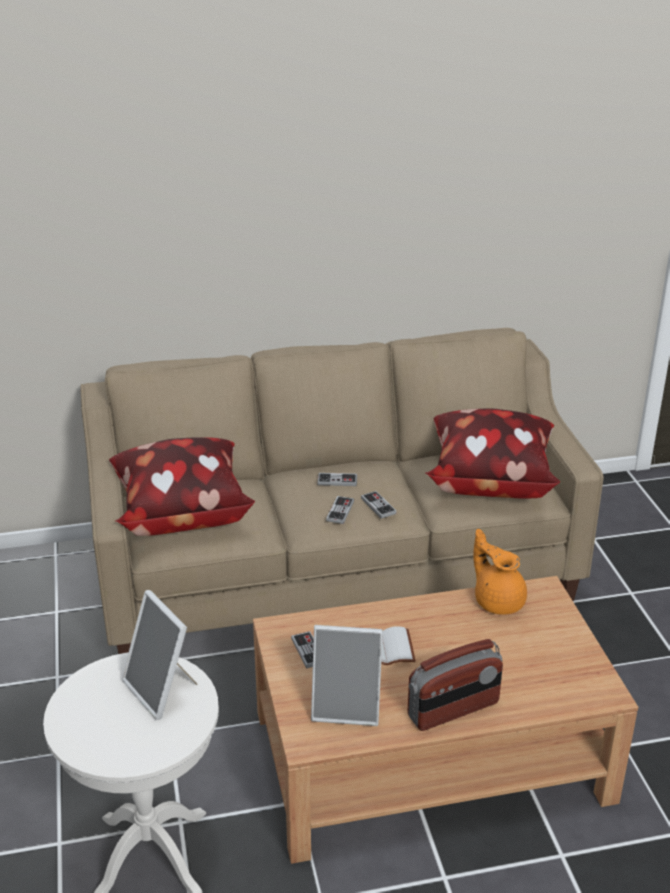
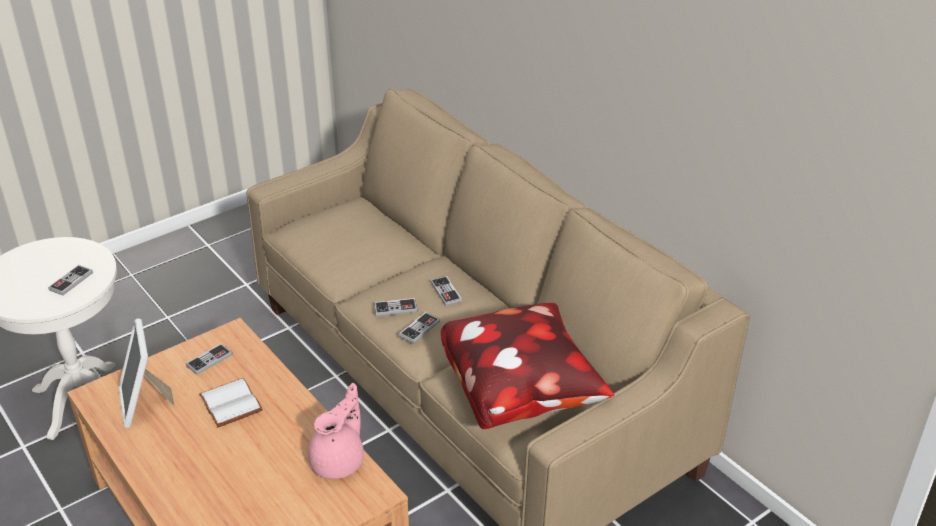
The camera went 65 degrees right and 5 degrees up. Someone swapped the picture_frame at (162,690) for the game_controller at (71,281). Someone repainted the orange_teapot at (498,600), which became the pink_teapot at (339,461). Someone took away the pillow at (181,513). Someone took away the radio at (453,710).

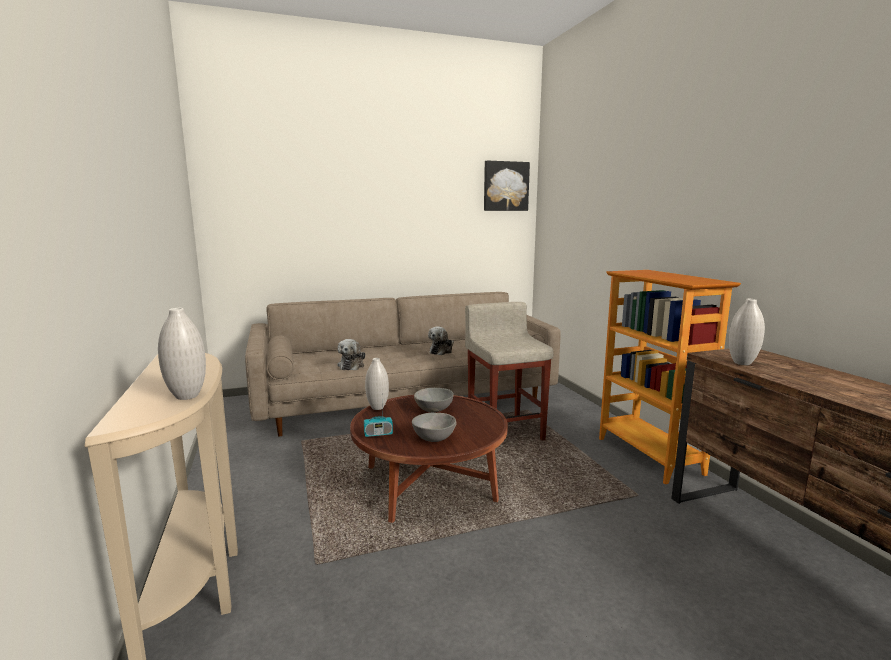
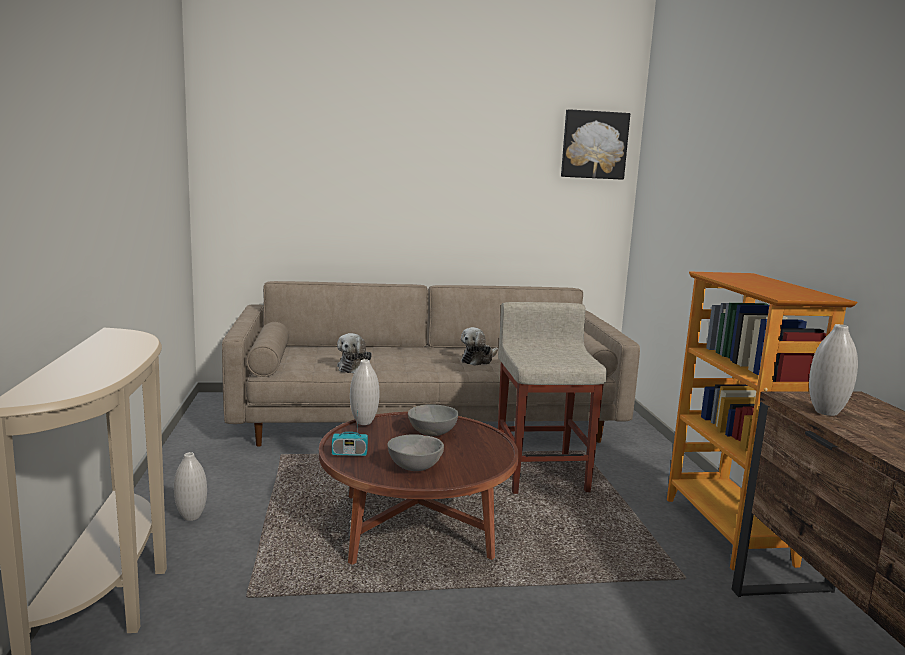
The camera went 10 degrees right and 0 degrees up. Someone carried the white_vase from (187,396) to (191,517).

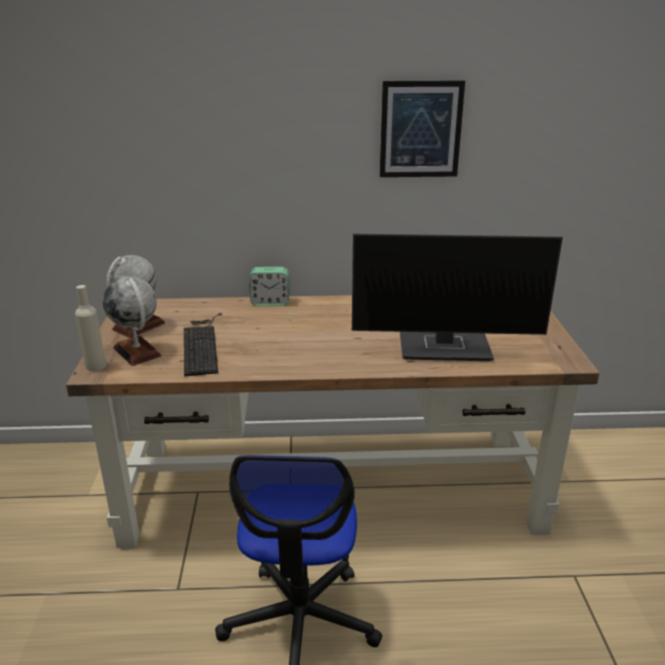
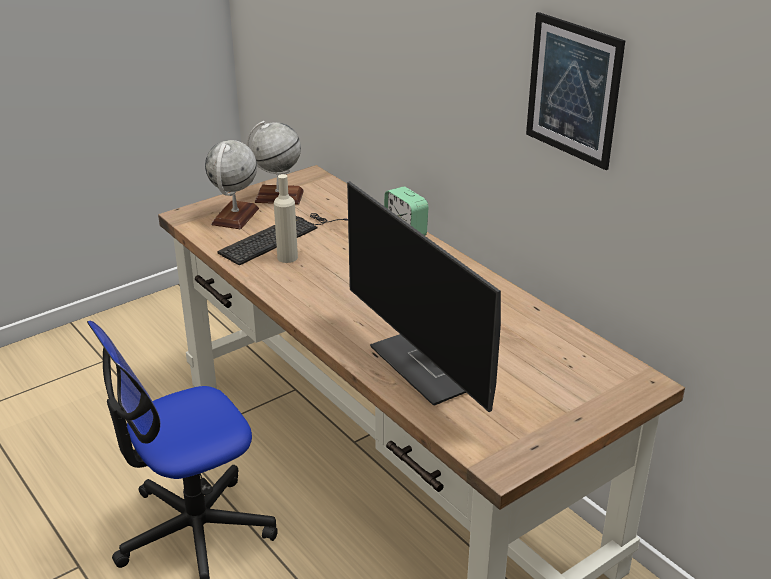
The camera went 55 degrees right and 5 degrees up. Someone carried the beige_bottle from (95,366) to (287,257).

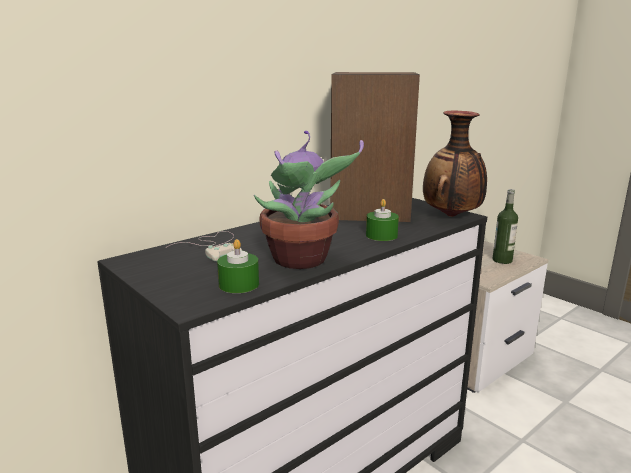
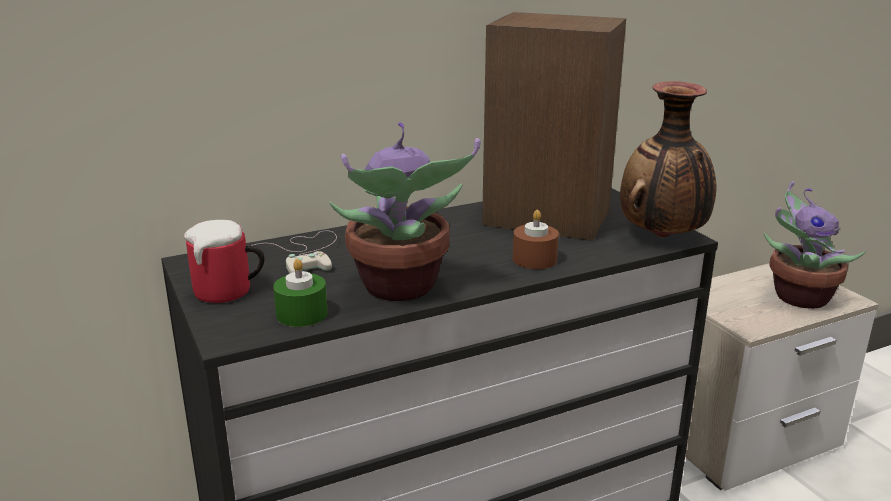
The camera went 15 degrees right and 5 degrees up. Someone put down the mug at (230,293). Someone repainted the green_candle at (381,235), which became the brown_candle at (534,259). Someone swapped the bottle at (502,260) for the potted_plant at (797,297).

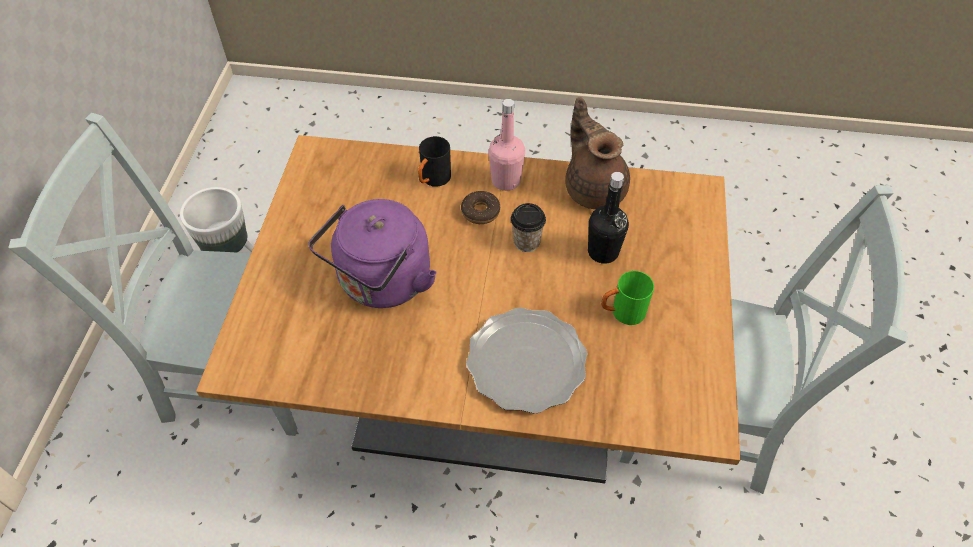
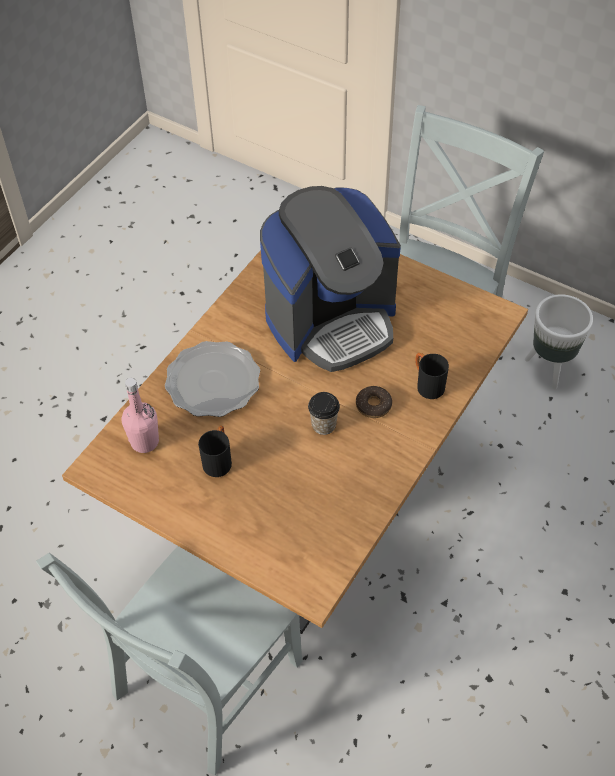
The camera went 115 degrees right and 0 degrees up. Someone carried the pink_bottle from (506,181) to (145,442). Someone repainted the green_mug at (622,313), which became the black_mug at (218,460). Someone swapped the purple_kettle at (382,283) for the coffee_machine at (331,320). Someone took away the brown_teapot at (594,188). Someone took away the black_bottle at (603,252).

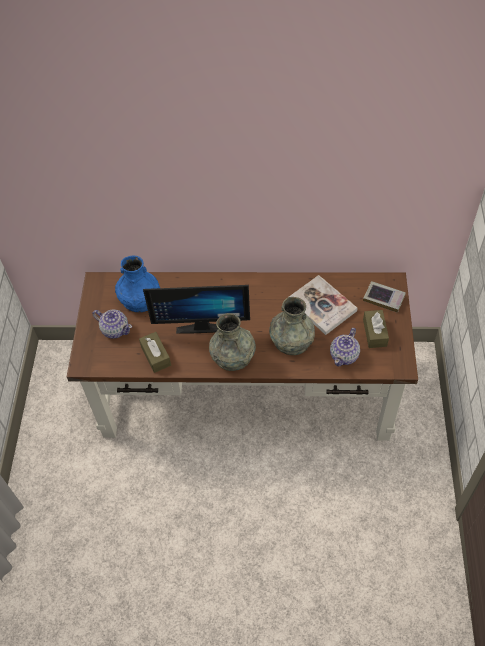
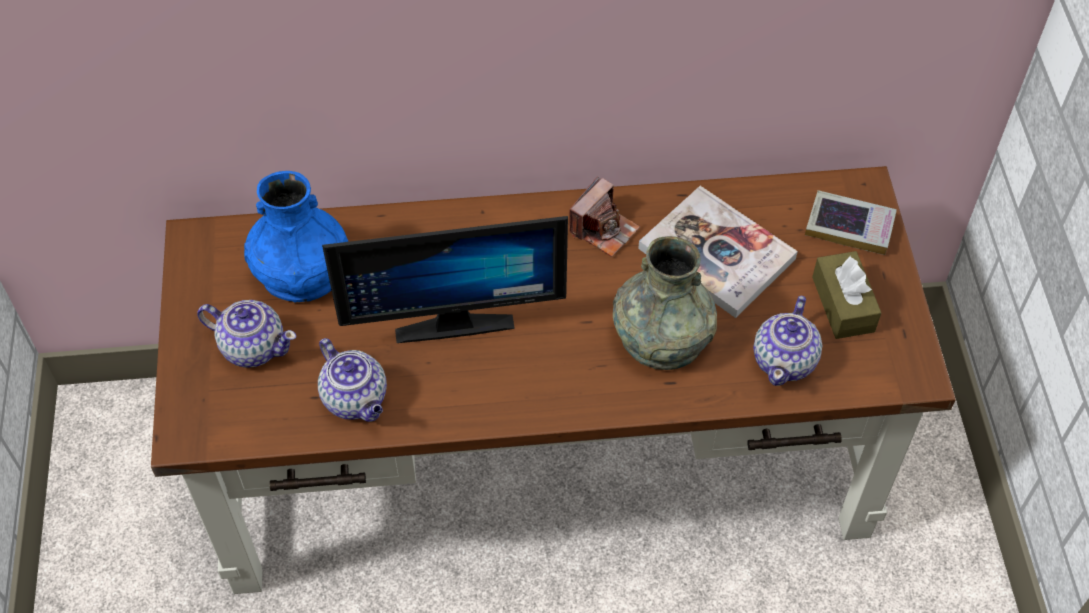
The camera went 10 degrees left and 0 degrees up. Someone swapped the brown_tissue_box at (156,356) for the teapot at (356,399). Someone put down the photo_camera at (603,229). Someone took away the grey_vase at (233,356).

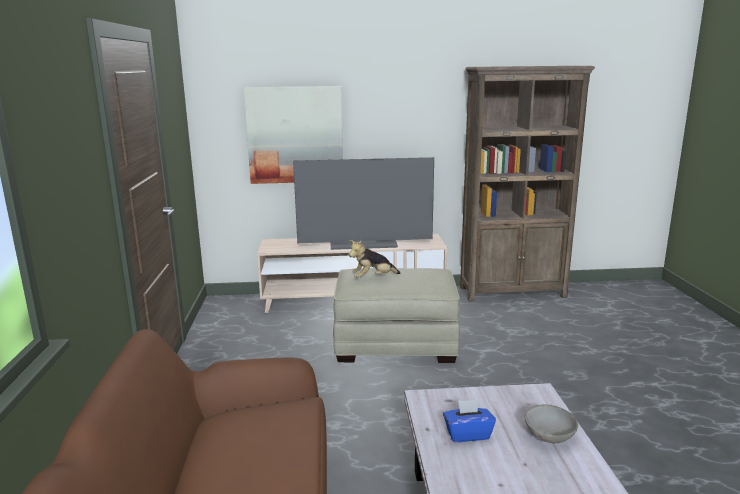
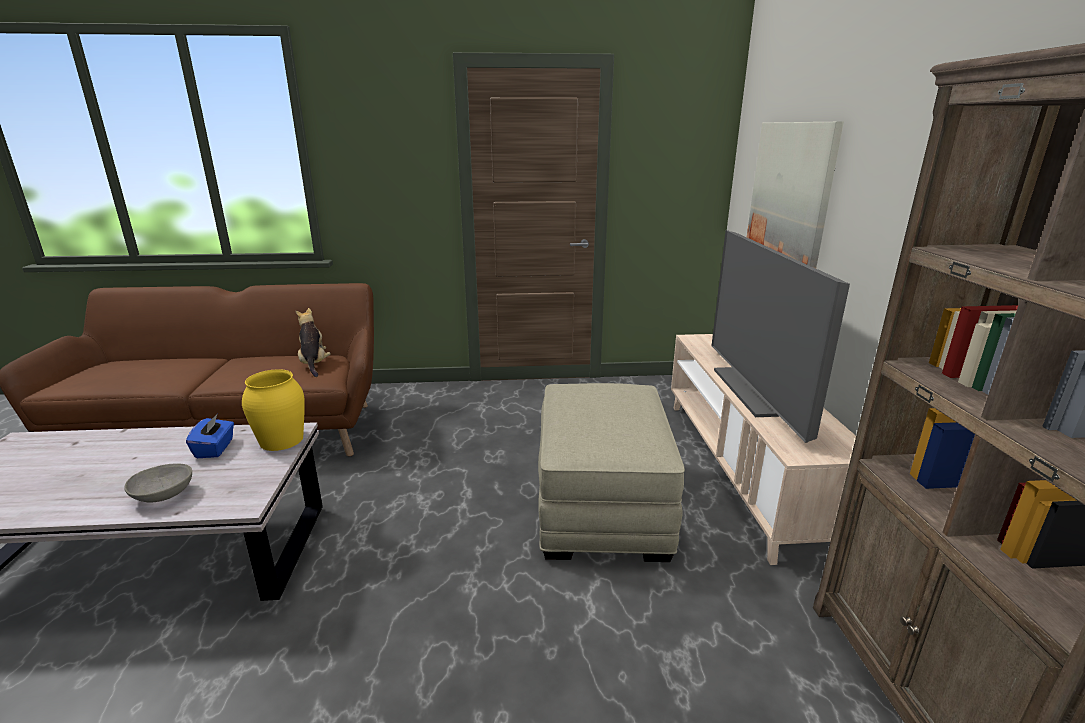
The camera went 90 degrees right and 5 degrees up. Someone put down the yellow_vase at (282,440). Someone carried the plush_toy from (373,278) to (314,363).

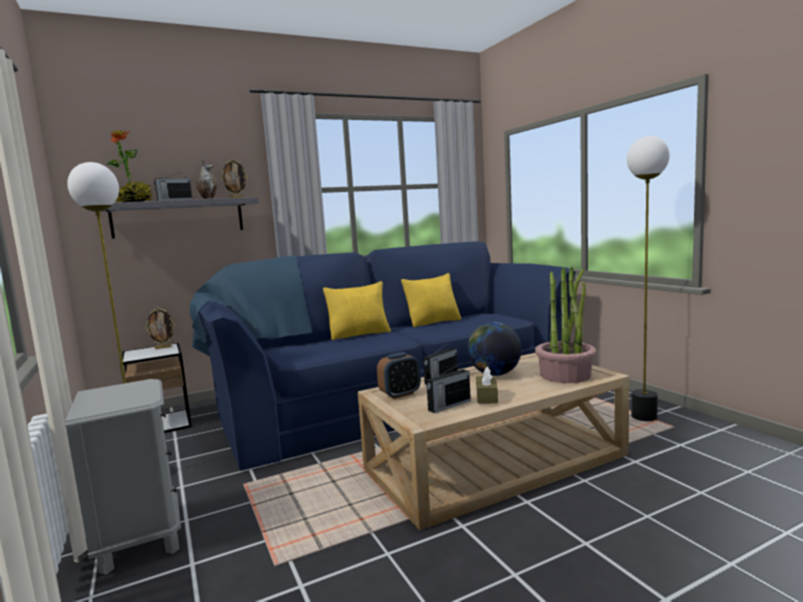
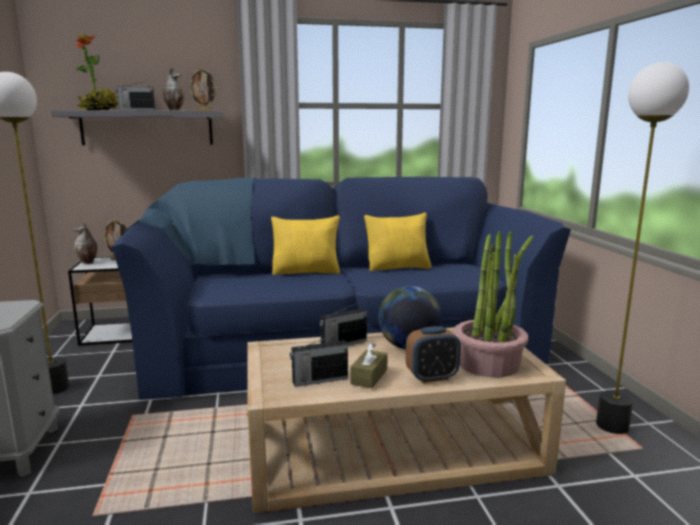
The camera went 15 degrees right and 5 degrees up. Someone put down the vase at (88,263). Someone carried the alarm_clock from (400,394) to (432,377).

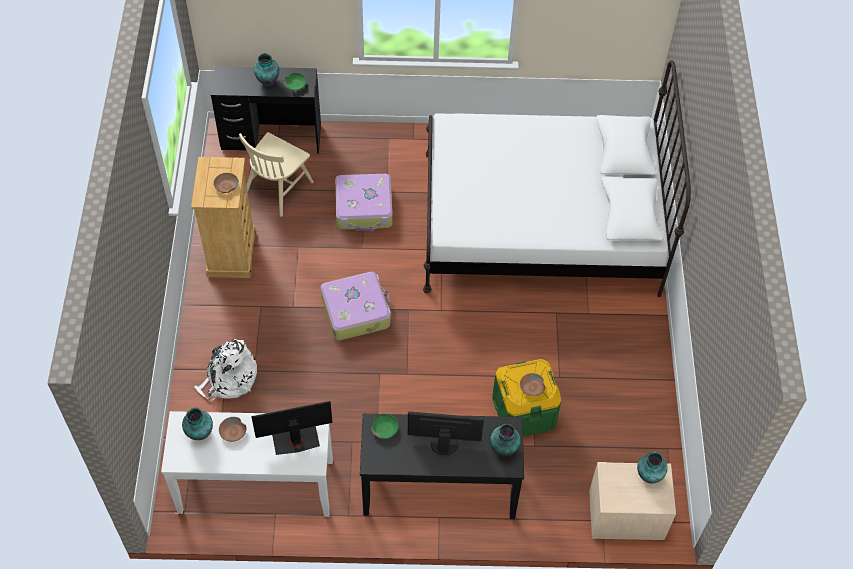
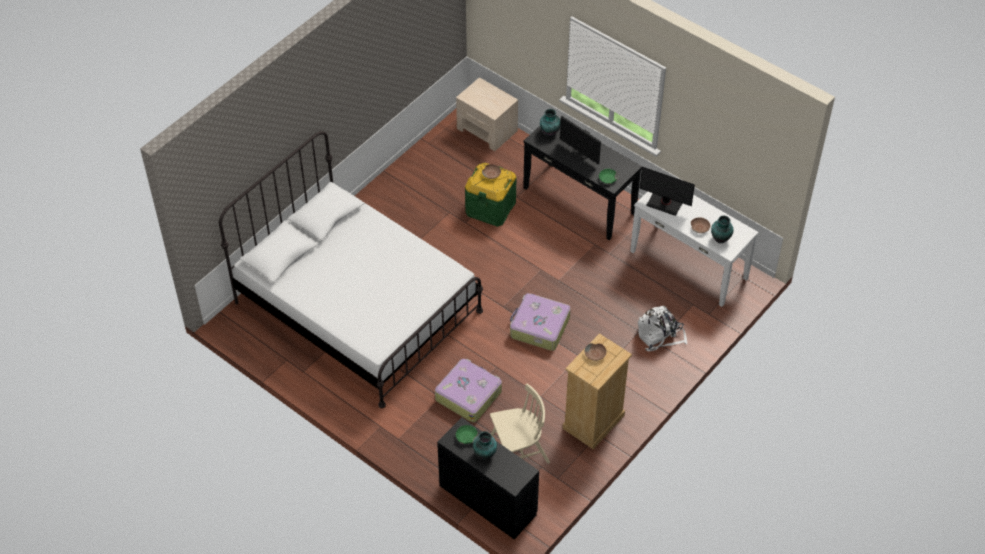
The camera went 140 degrees left and 5 degrees down. Someone took away the vase at (648,475).

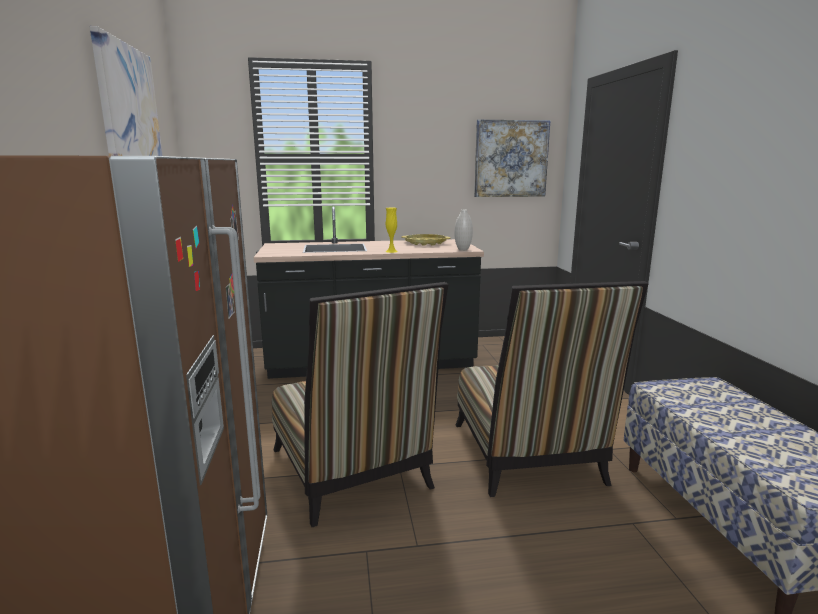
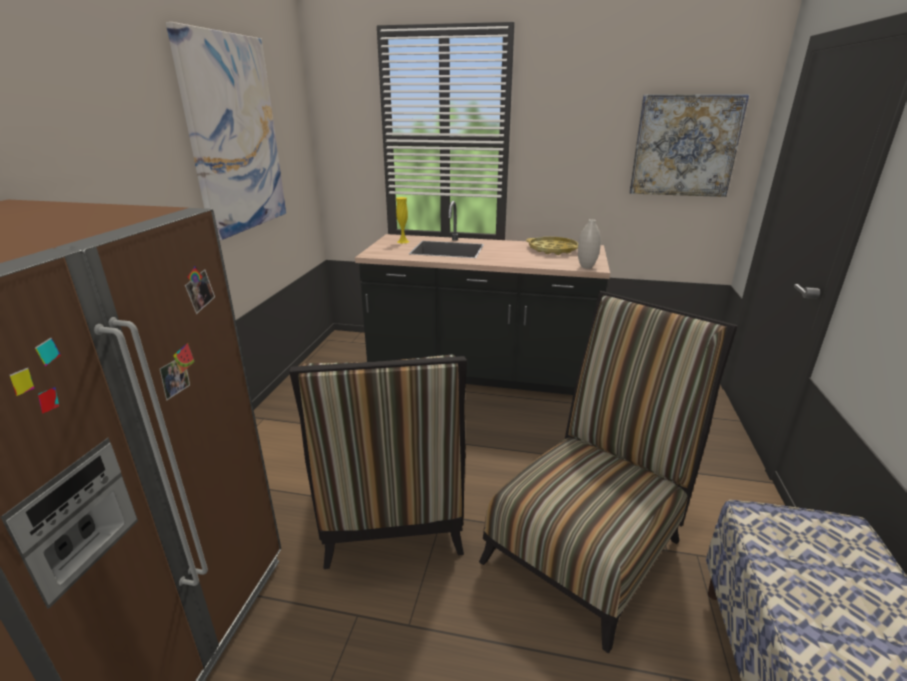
The camera went 20 degrees right and 10 degrees up. Someone carried the yellow_vase from (391,251) to (403,241). Someone rotated the chair at (529,458) by 150 degrees counterclockwise.

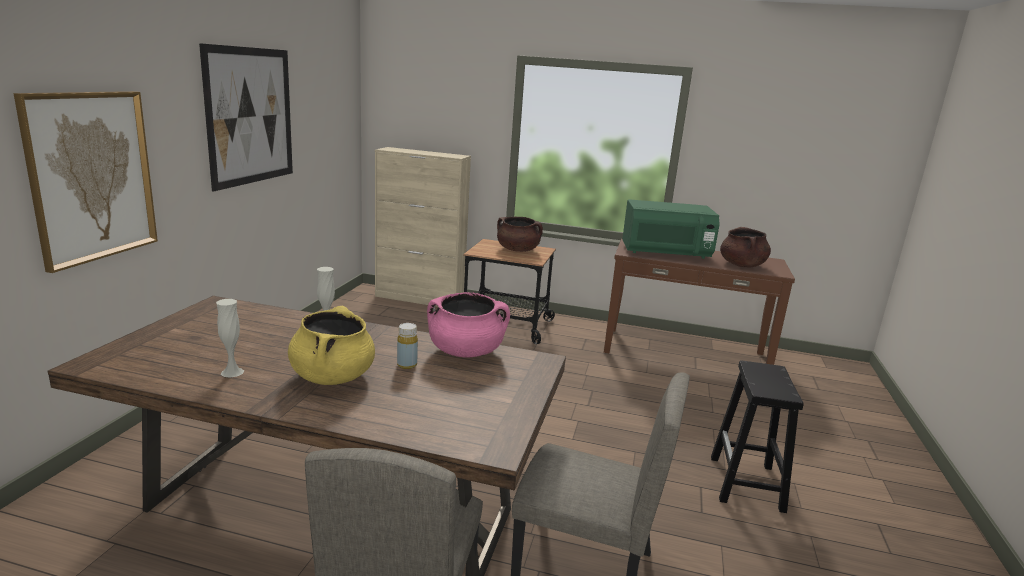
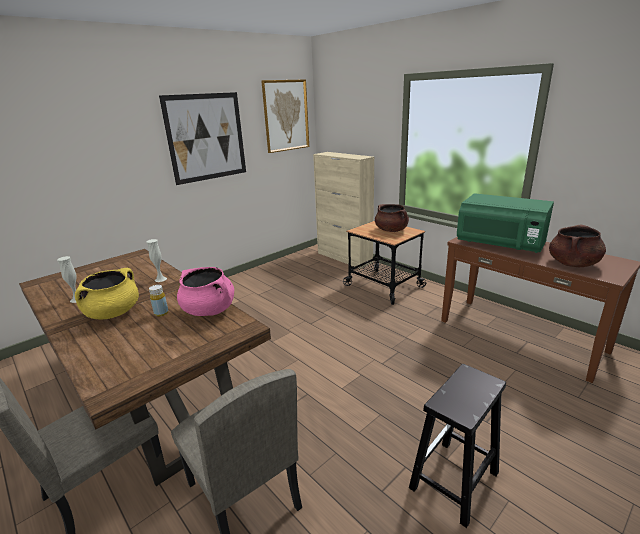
The camera went 35 degrees right and 5 degrees up. Someone carried the picture from (91,176) to (286,116).

